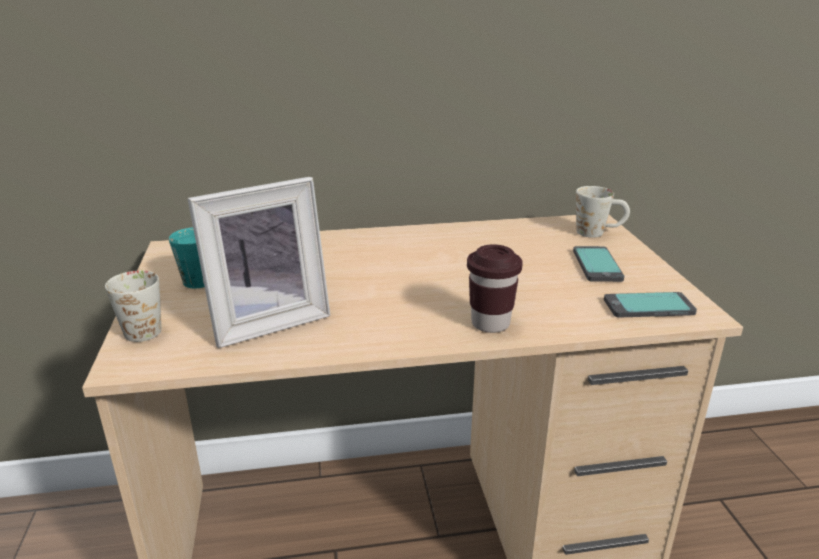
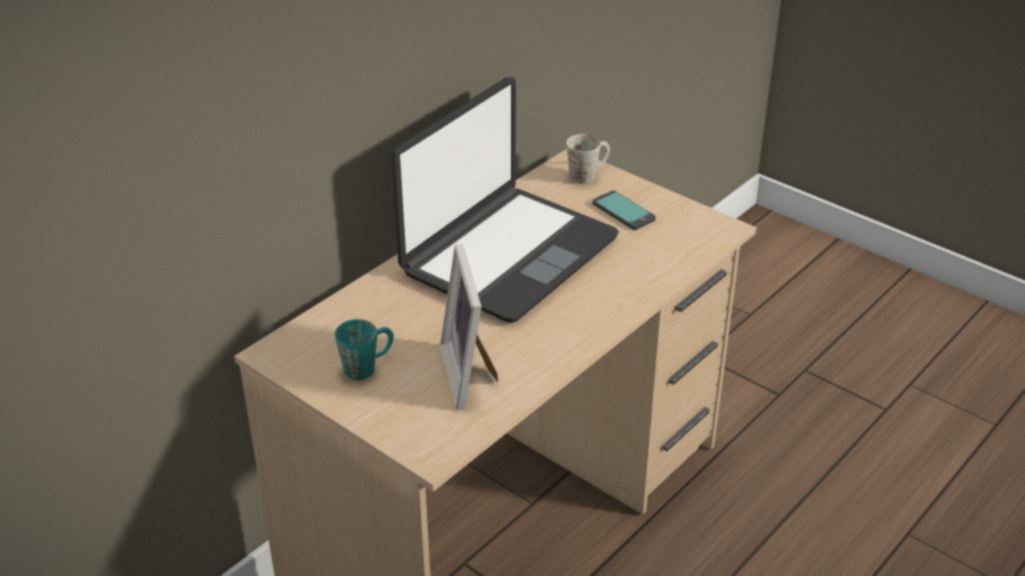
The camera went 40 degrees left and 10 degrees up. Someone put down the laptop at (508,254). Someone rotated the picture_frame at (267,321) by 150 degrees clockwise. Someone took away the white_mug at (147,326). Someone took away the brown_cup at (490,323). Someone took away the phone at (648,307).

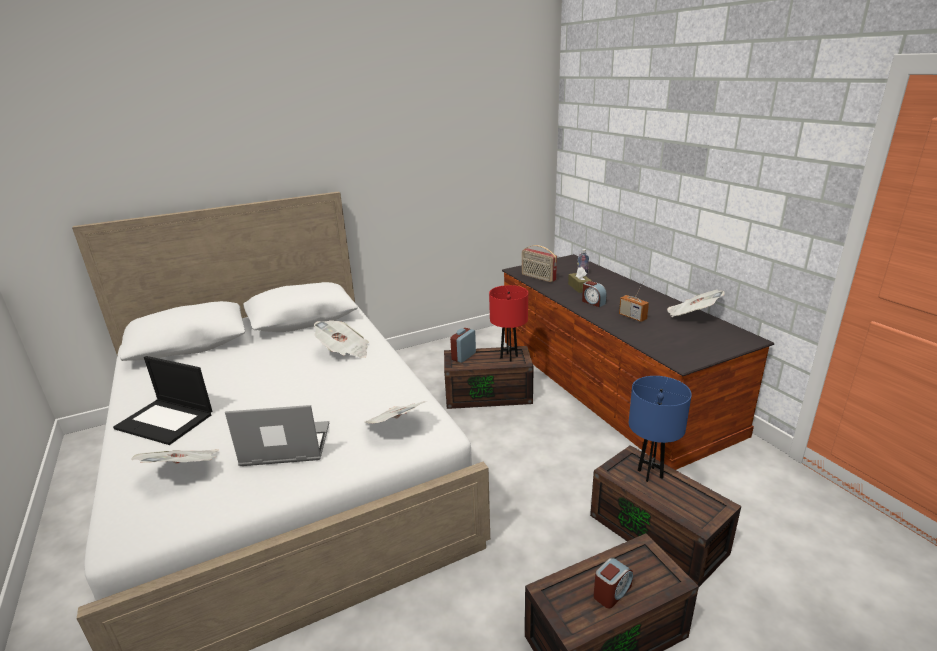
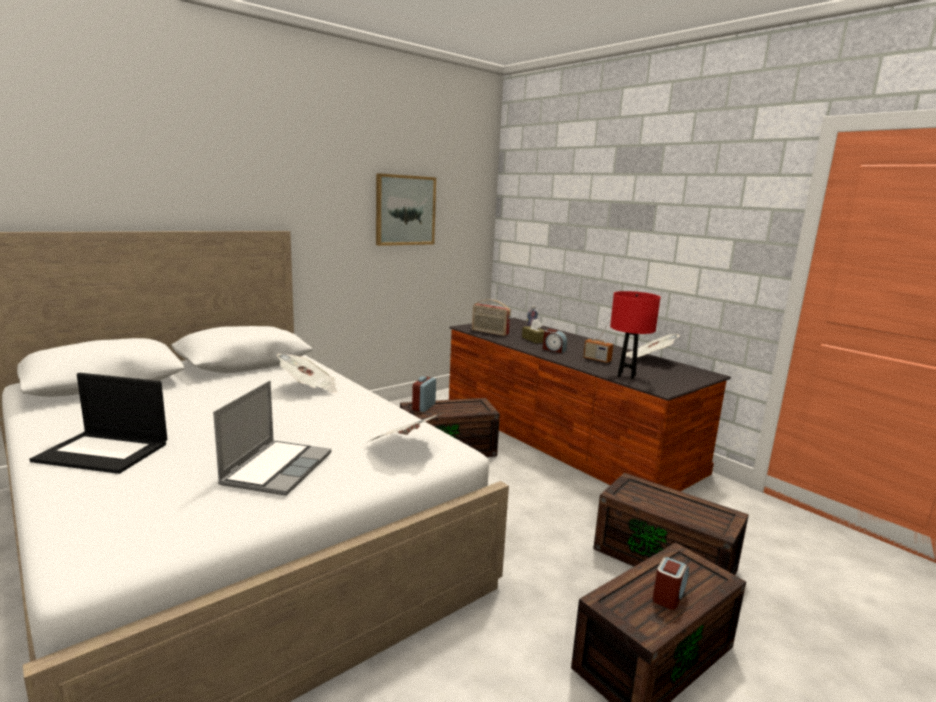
The camera went 15 degrees left and 10 degrees down. Someone rotated the laptop at (285,446) by 120 degrees clockwise. Someone put up the picture at (405,210). Someone carried the red_table_lamp from (508,357) to (626,375). Someone took away the newspaper at (185,471). Someone took away the blue_table_lamp at (650,474).

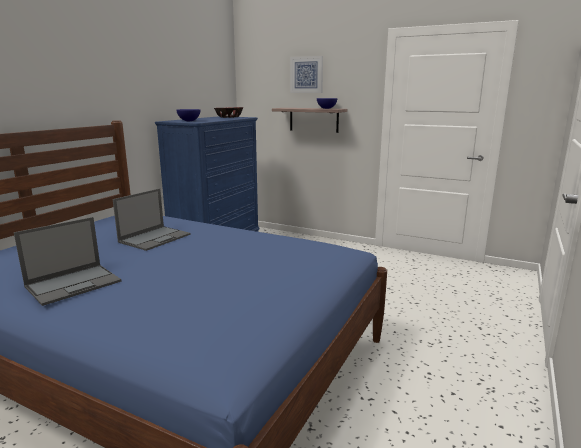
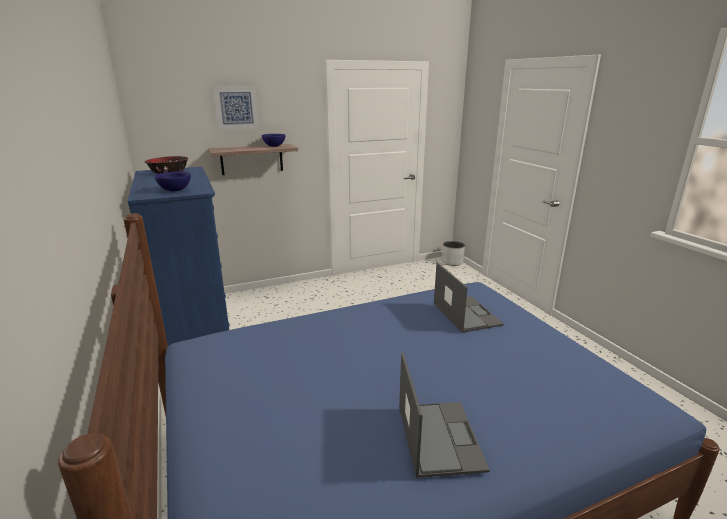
The camera went 50 degrees left and 5 degrees up. Someone carried the laptop from (155,238) to (465,313). Someone put down the grey_planter at (452,262).

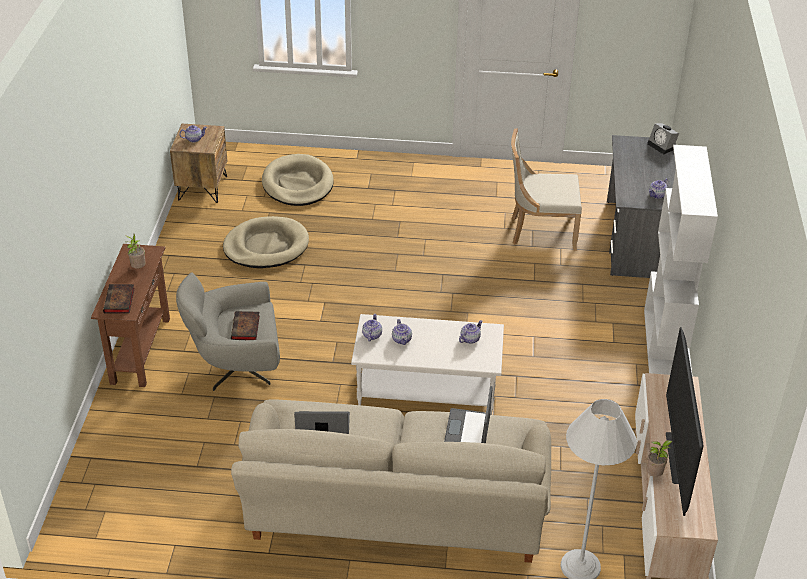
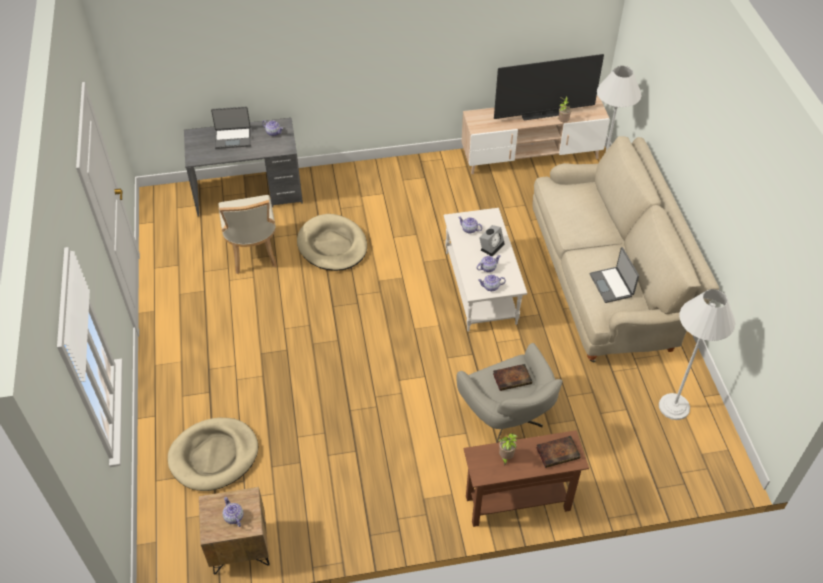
The camera went 105 degrees left and 10 degrees up. Someone carried the laptop from (468,431) to (233,138). Someone carried the beige_dog_bed from (266,246) to (332,245). Someone carried the alarm_clock from (662,146) to (491,246). Someone put down the white_floor_lamp at (674,407). Someone took away the white_bookcase at (663,347).

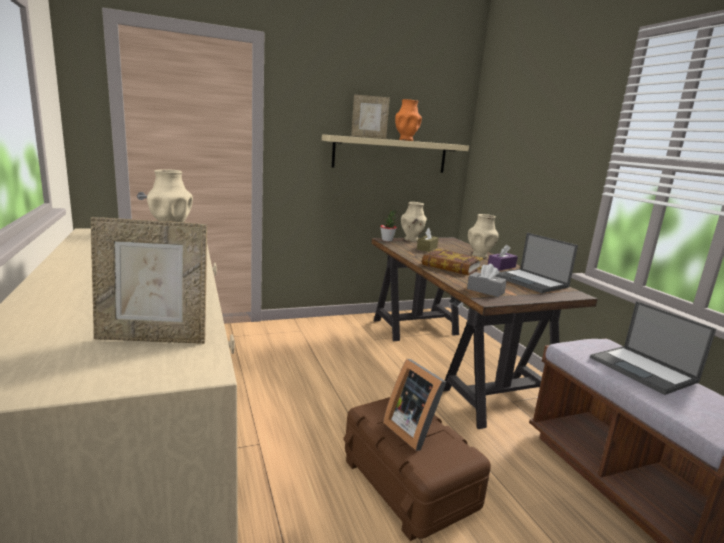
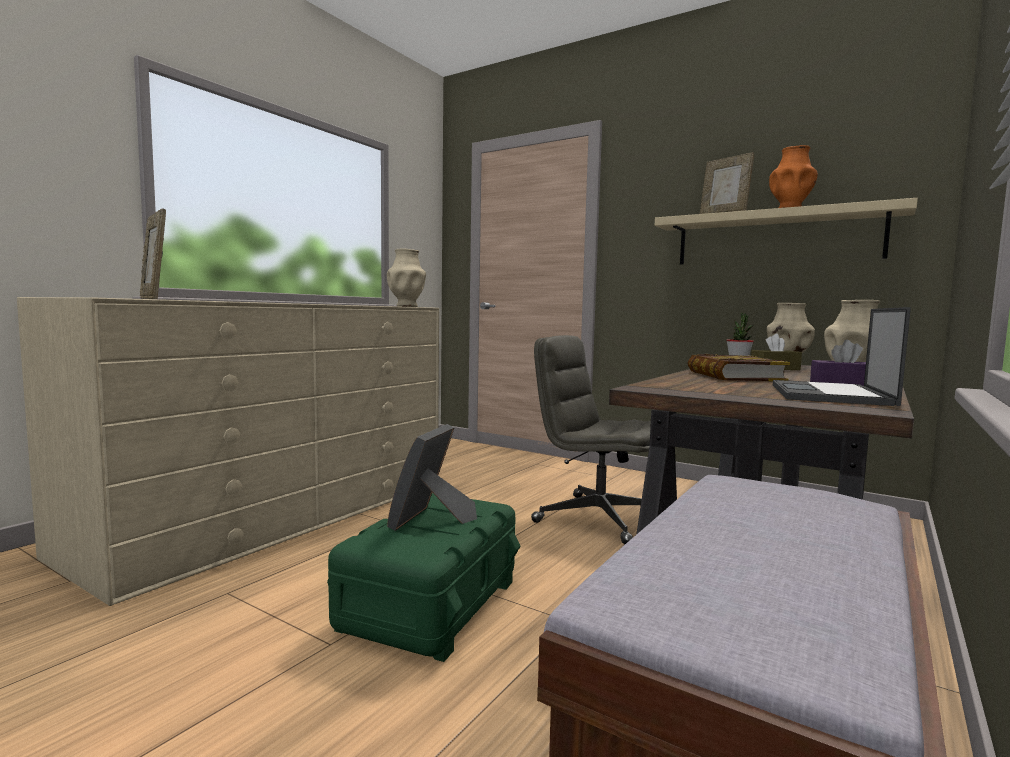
The camera went 55 degrees right and 10 degrees down. Someone repainted the brown_storage_box at (409,483), which became the green_storage_box at (432,605). Someone put down the grey_office_chair at (597,518). Someone took away the grey_tissue_box at (485,291). Someone took away the laptop at (644,370).

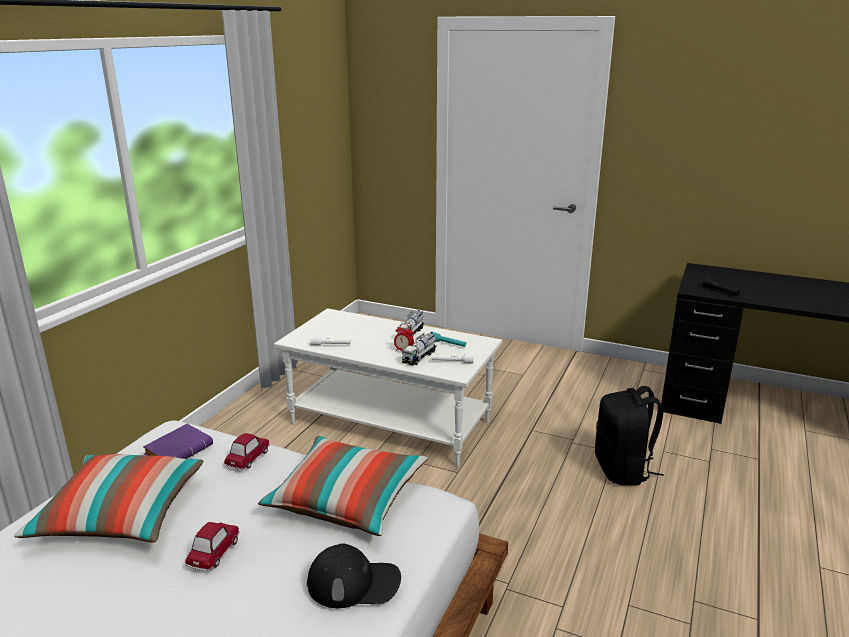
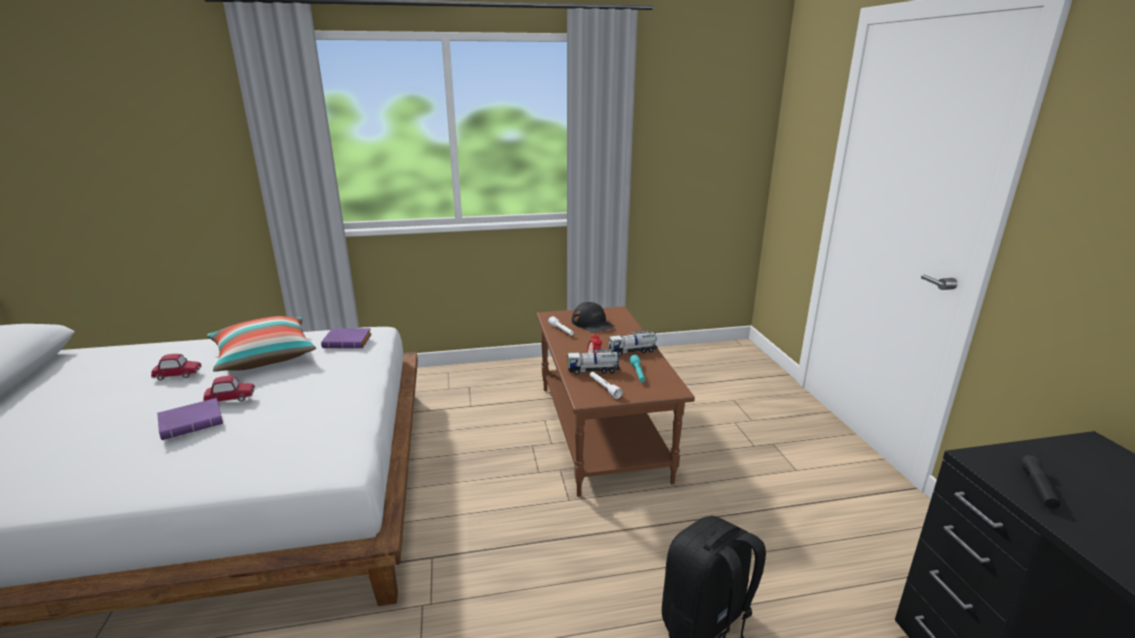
The camera went 55 degrees right and 0 degrees up. Someone carried the toy_car from (248,457) to (178,374). Someone put down the purple_book at (193,422). Someone repainted the white_coffee_table at (392,422), which became the brown_coffee_table at (603,431). Someone carried the black_cap from (354,583) to (593,323). Someone took away the pillow at (347,500).

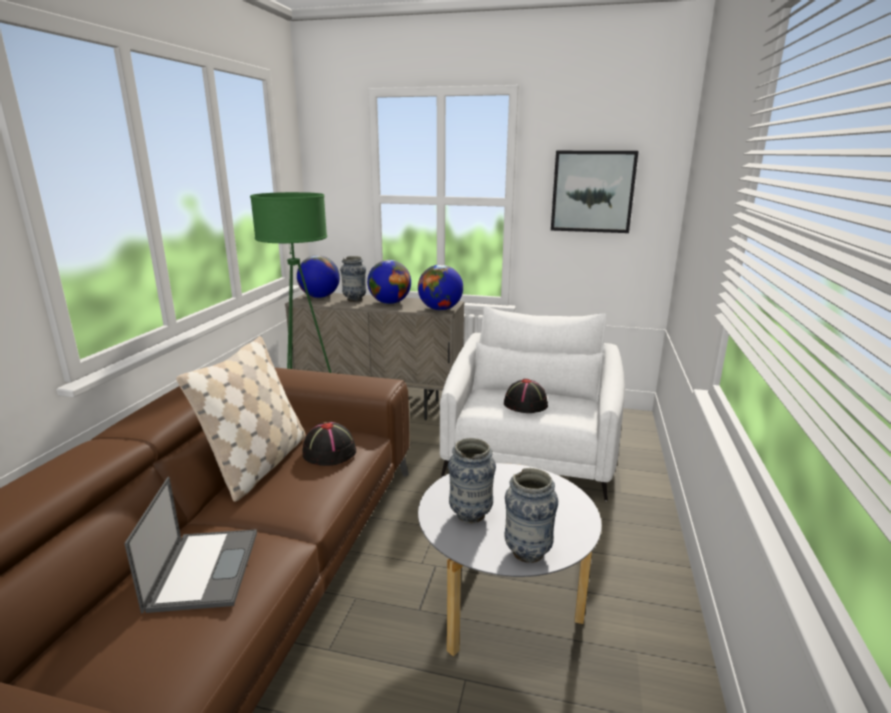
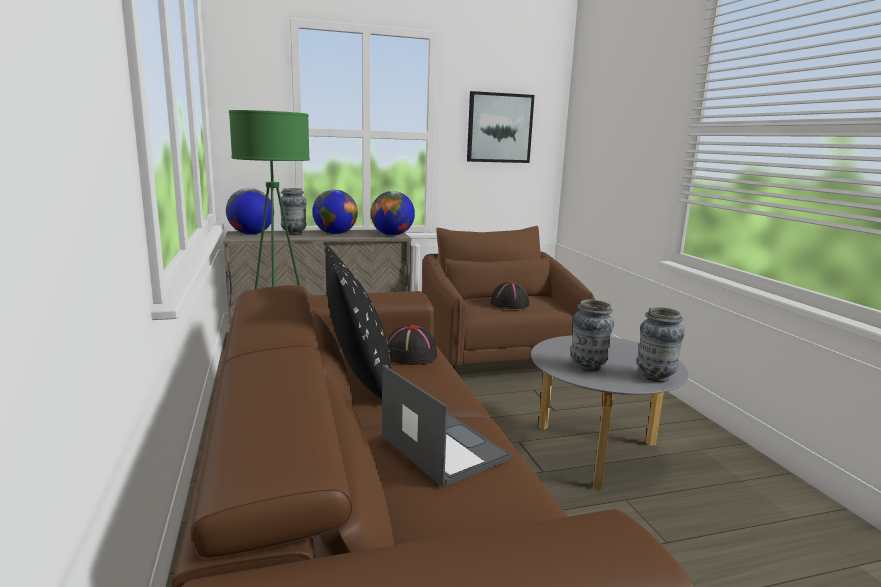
The camera went 30 degrees left and 5 degrees down. Someone repainted the beige_pillow at (259,465), which became the black_pillow at (359,376). Someone repainted the white_armchair at (530,456), which became the brown_armchair at (499,357).

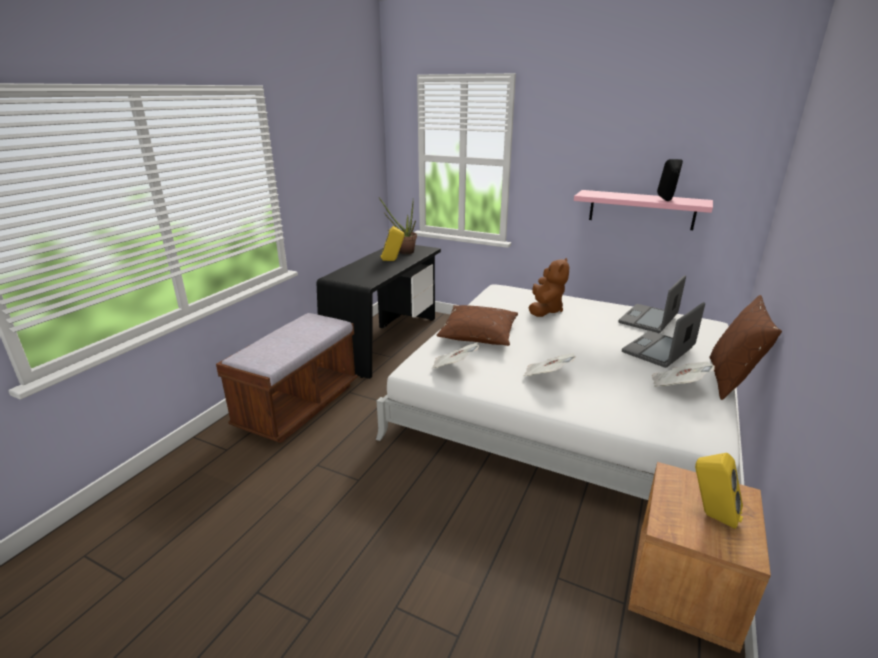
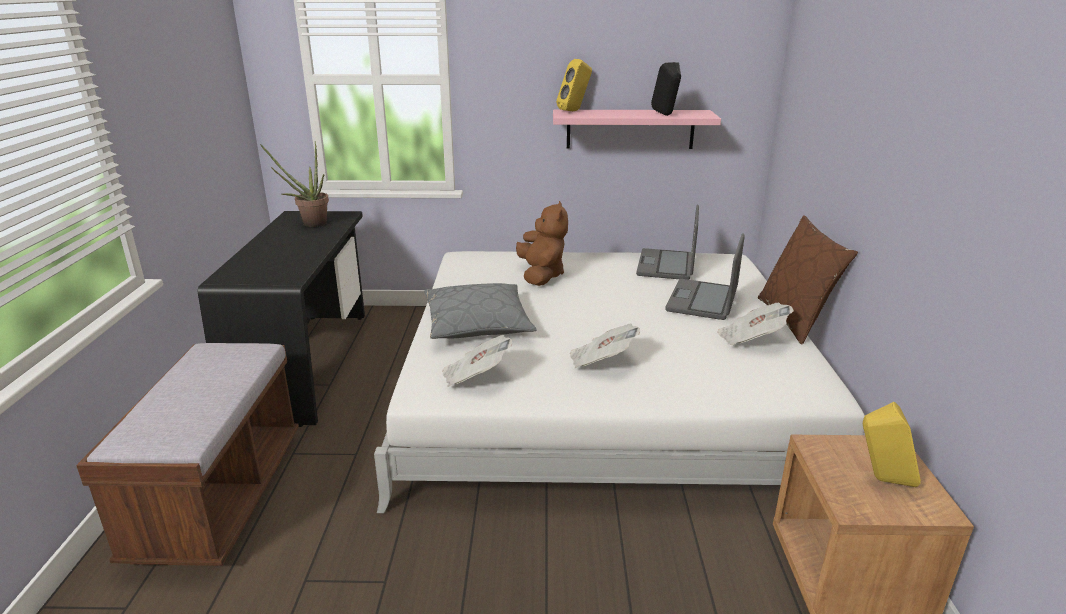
The camera went 25 degrees left and 0 degrees up. Someone repainted the brown_pillow at (478,334), which became the grey_pillow at (477,323). Someone carried the yellow_speaker from (393,260) to (574,111).

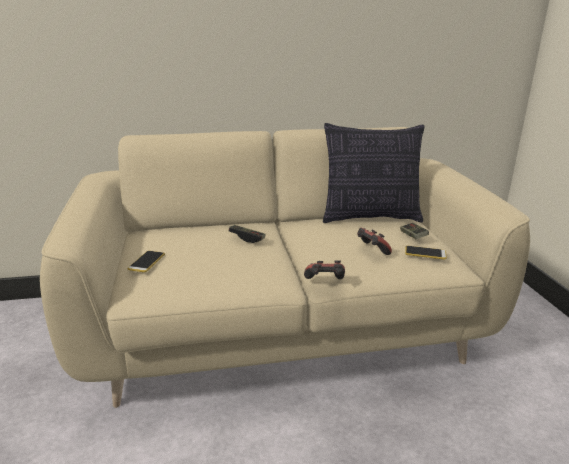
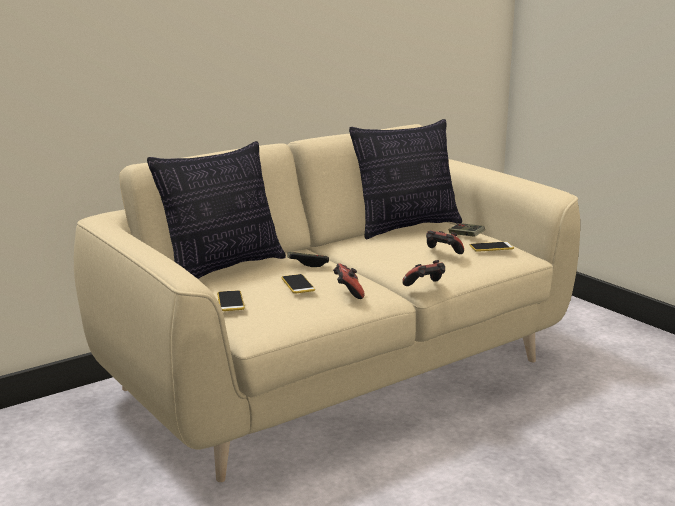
The camera went 25 degrees left and 5 degrees down. Someone put down the pillow at (223,268). Someone put down the phone at (298,284). Someone put down the game_controller at (348,292).

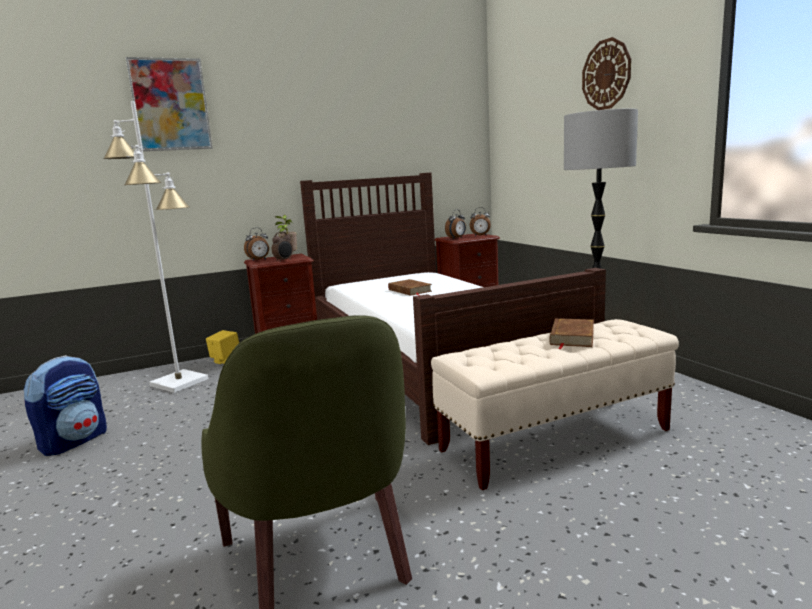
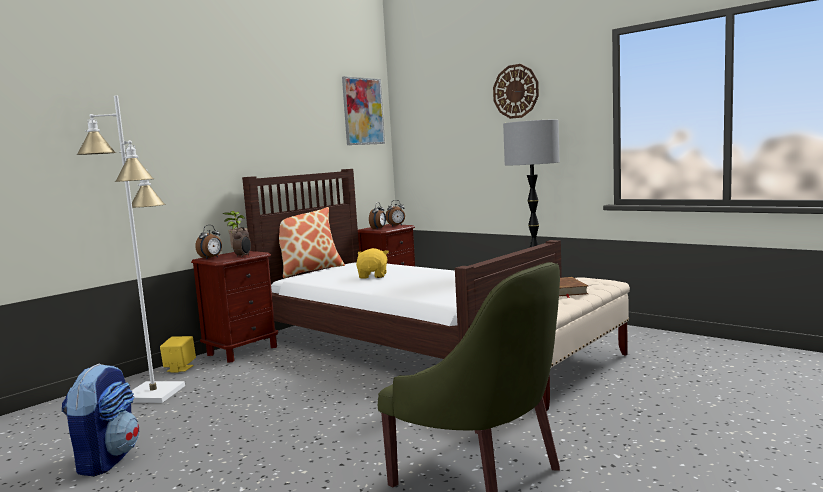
The camera went 25 degrees left and 5 degrees down. Someone put down the pillow at (309,271). Someone carried the picture from (170,105) to (363,111). Someone swapped the brown_book at (409,290) for the yellow_plush_toy at (373,276).

